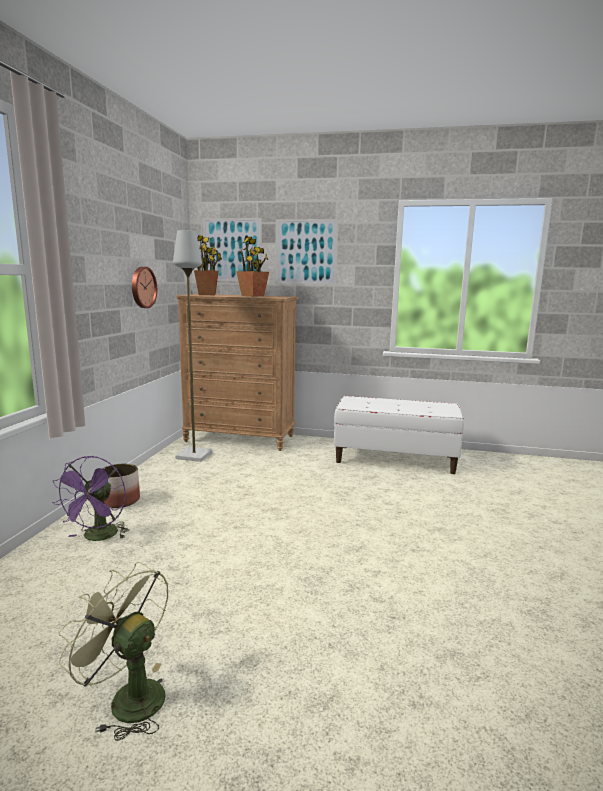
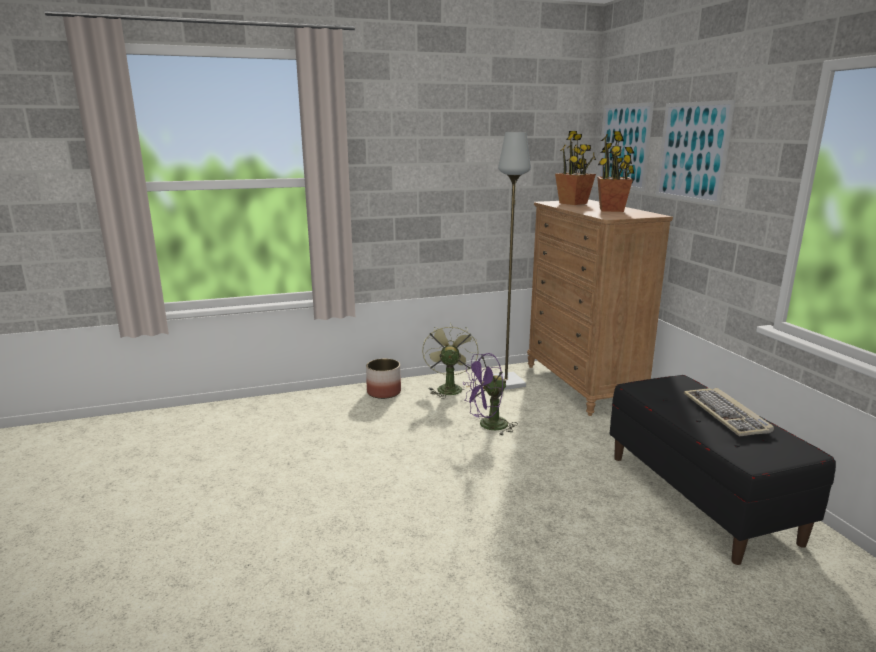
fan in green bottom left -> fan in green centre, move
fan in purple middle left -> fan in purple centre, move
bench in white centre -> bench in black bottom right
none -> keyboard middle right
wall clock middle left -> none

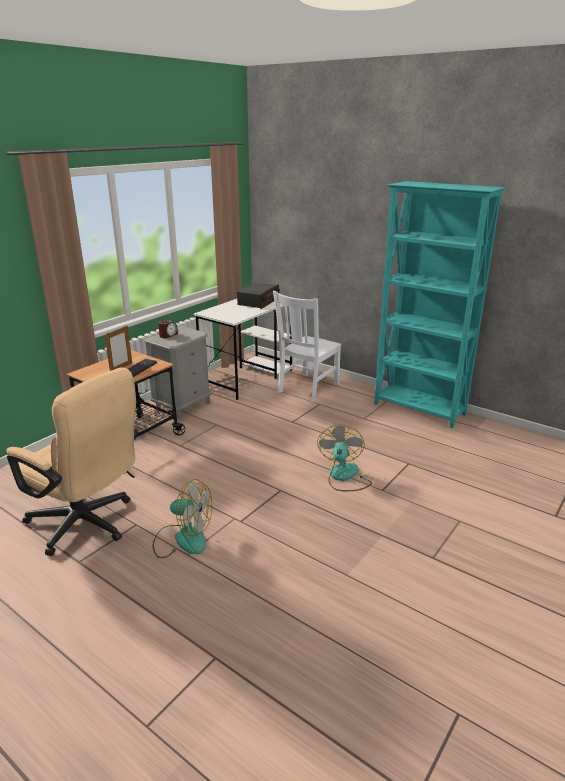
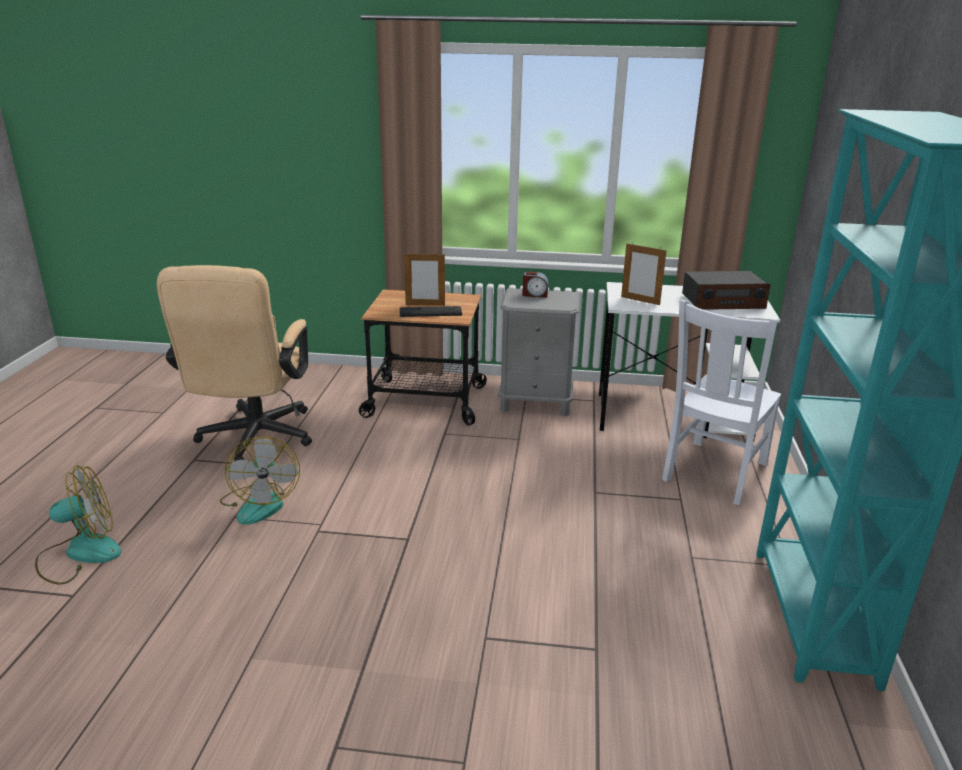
fan (2nd from left in the first image) centre -> fan (1st from left) bottom left, move
none -> picture frame (2nd from left) middle right
chair in white centre -> chair in white middle right, 60 degrees counterclockwise

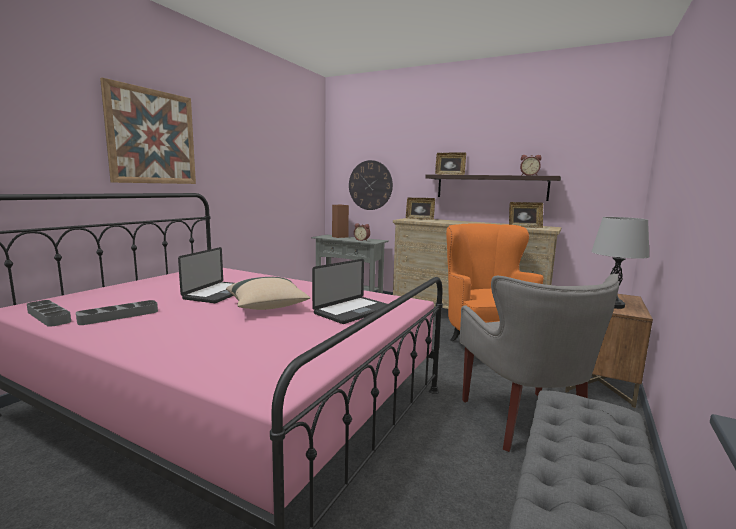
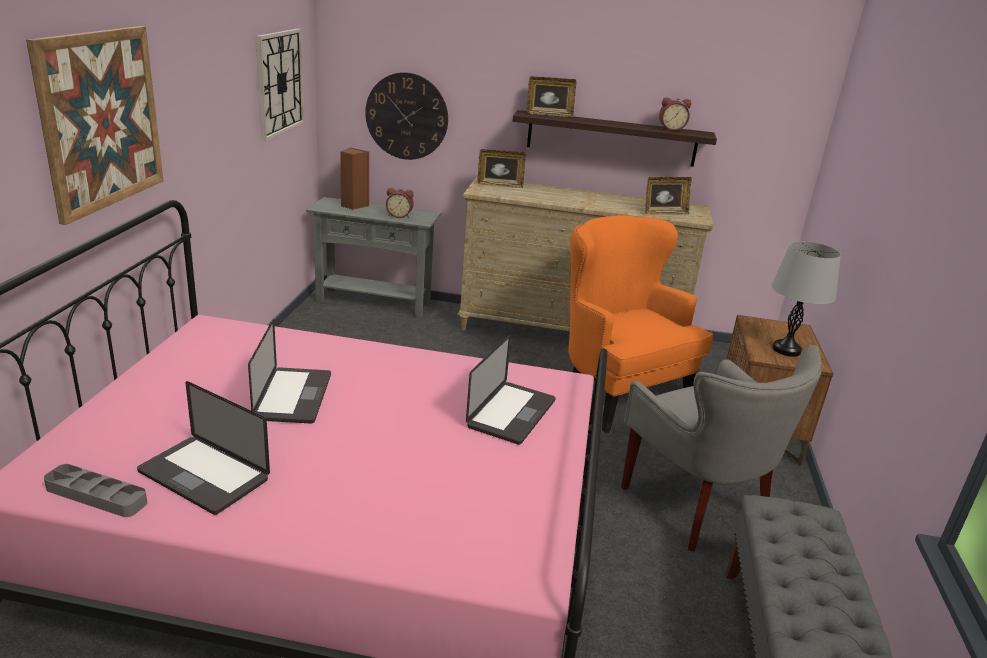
tray in grey (2nd from left) middle left -> laptop (1st from left) bottom left
none -> wall clock (1st from left) top left
pillow in beige centre -> none

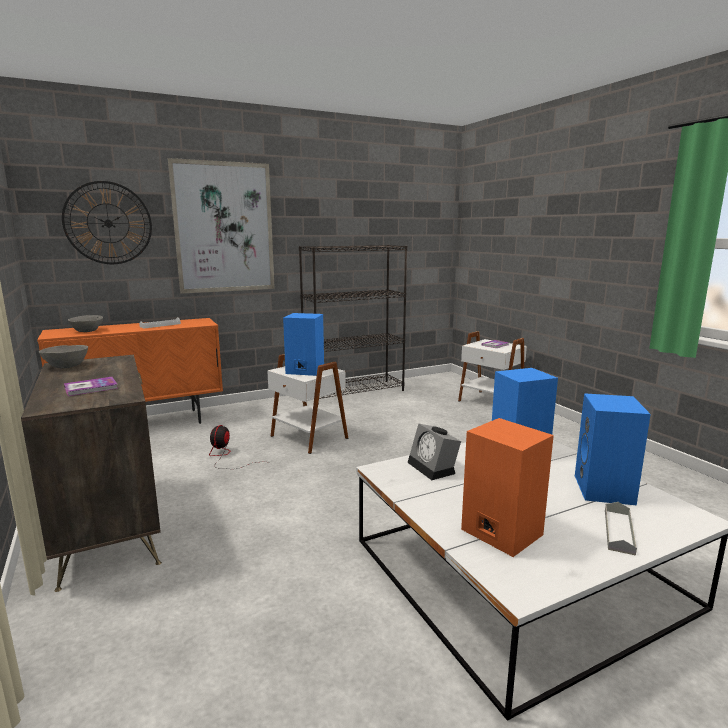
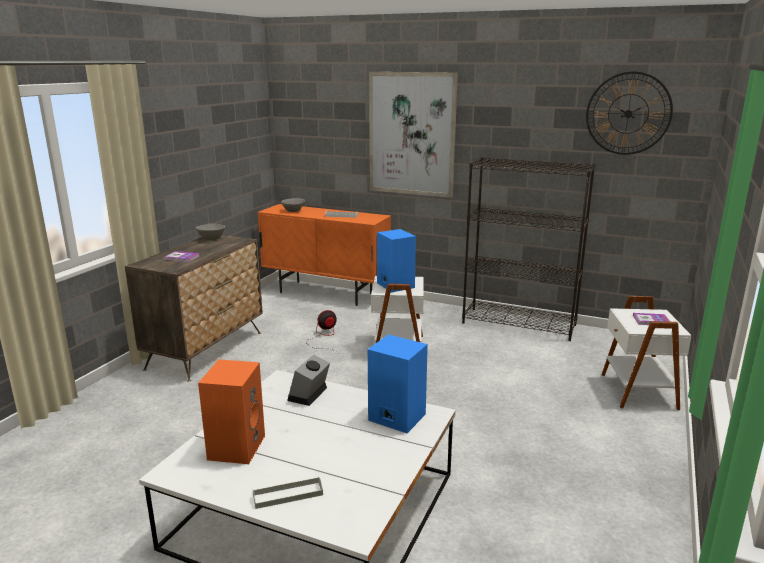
wall clock top left -> wall clock top right, move
speaker in blue (3rd from left) middle right -> none

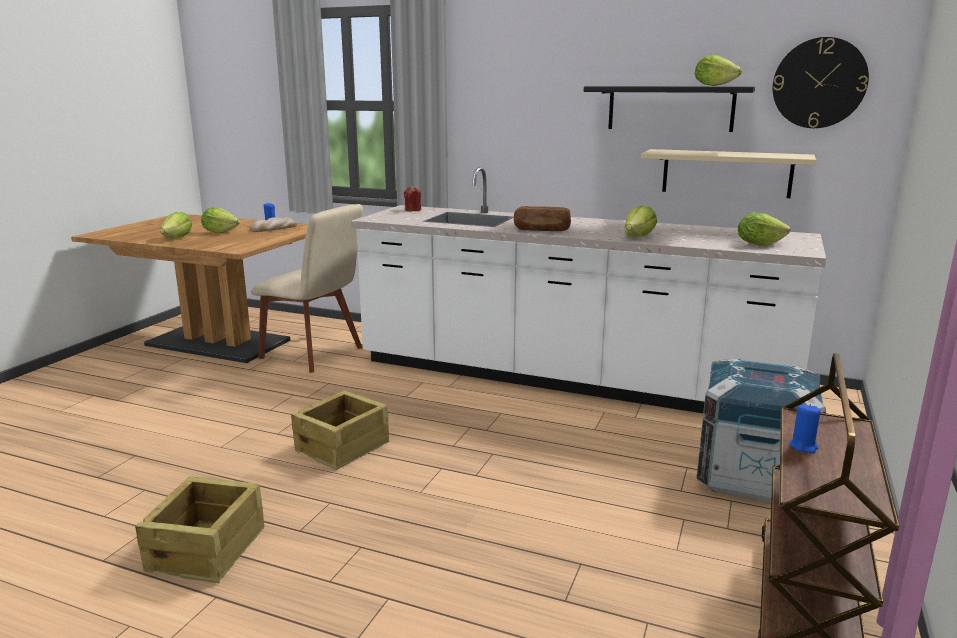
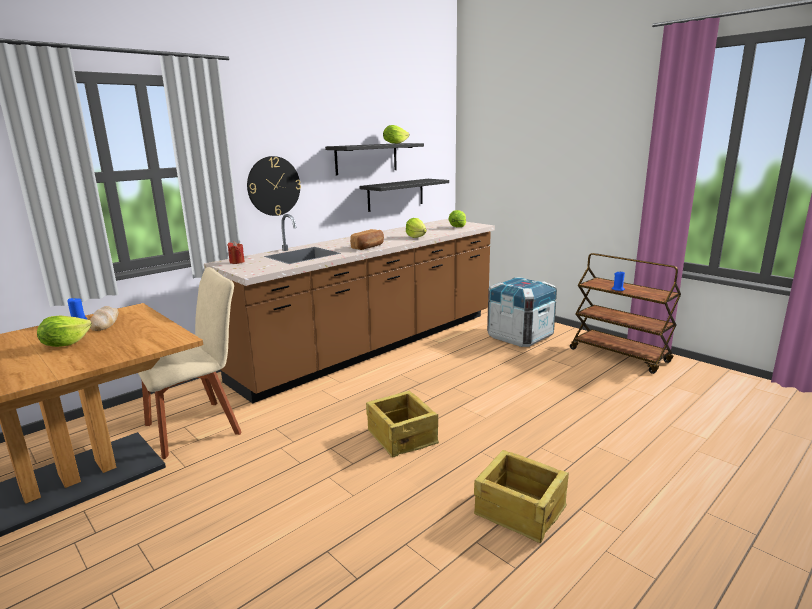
counter in white centre -> counter in brown centre
wall clock top right -> wall clock top centre, move
shelf in beige top right -> shelf in black (2nd from left) top centre
lettuce (1st from left) middle left -> none

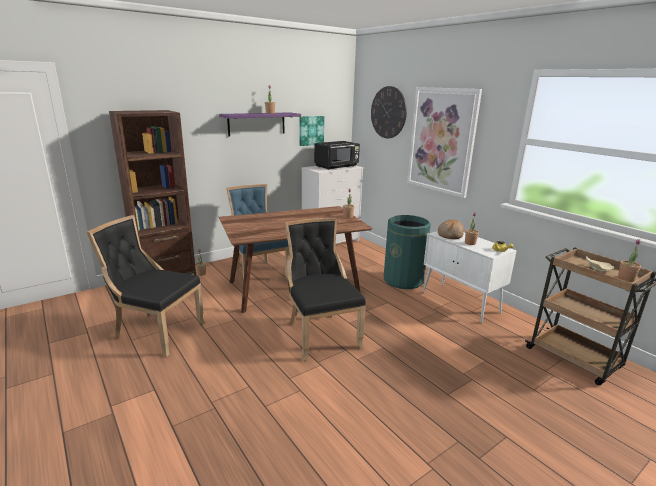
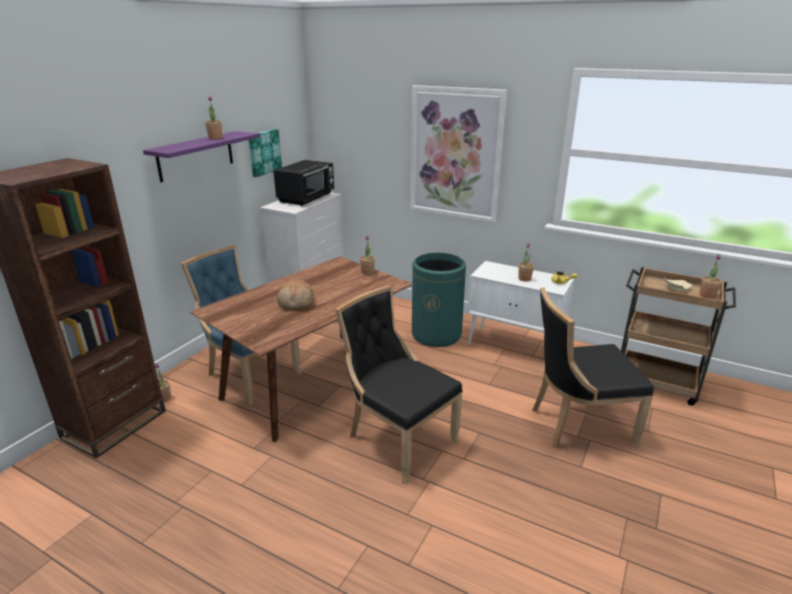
bread middle right -> bread centre, move
chair in black (1st from left in the first image) middle left -> chair in black (2nd from left) middle right, move
wall clock top centre -> none

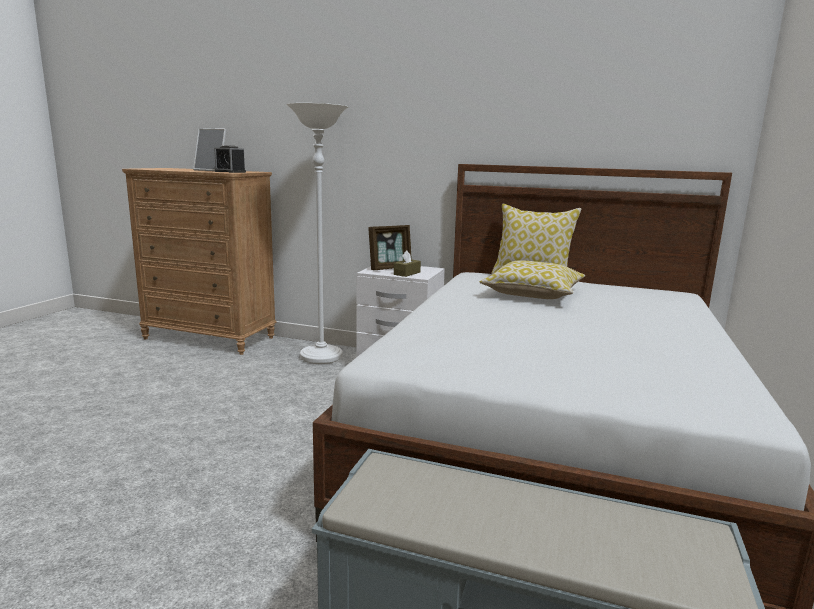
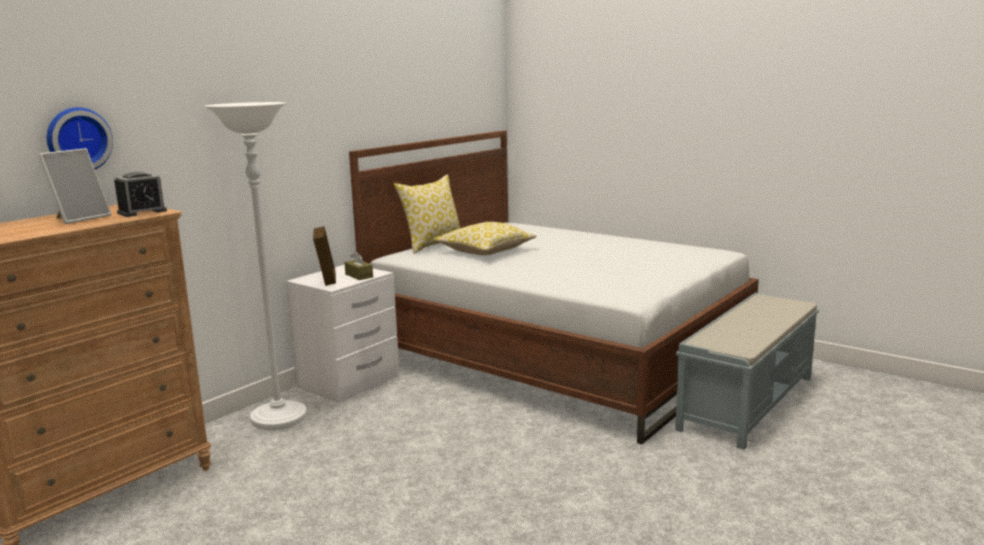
none -> wall clock top left

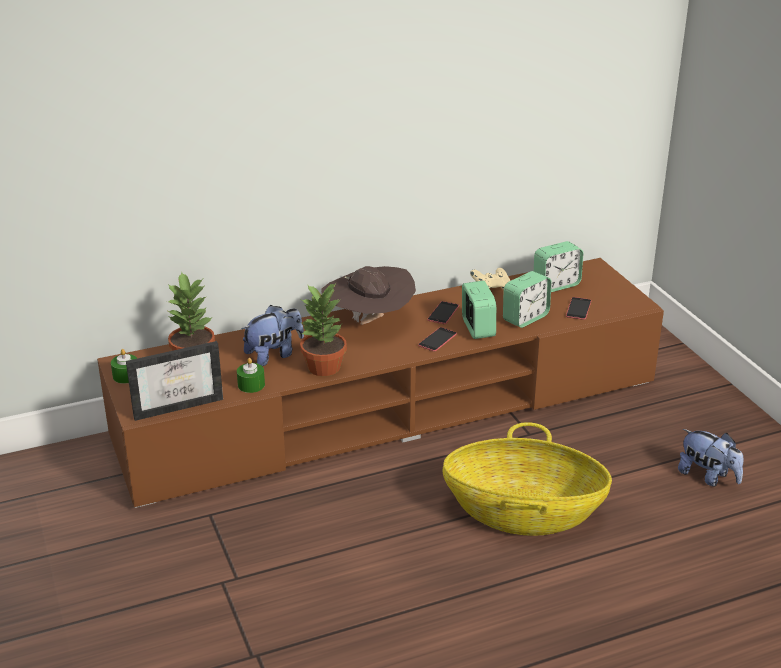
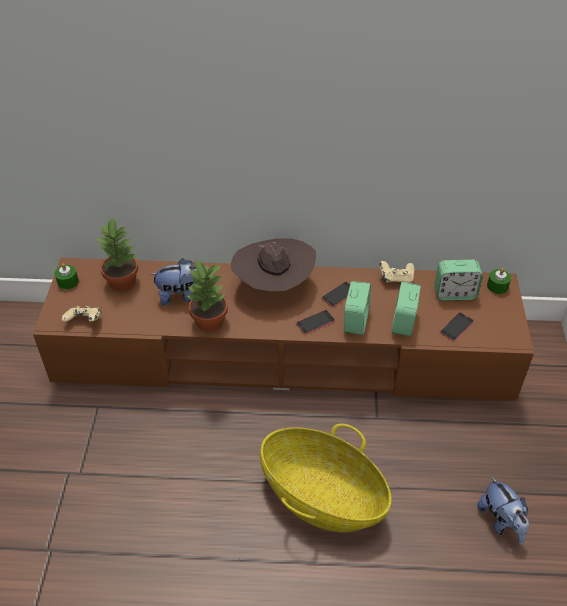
picture frame middle left -> game controller in beige (1st from left) middle left
alarm clock (2nd from left) middle right, 120 degrees clockwise
candle in green (2nd from left) middle left -> candle in green (2nd from left) middle right, move

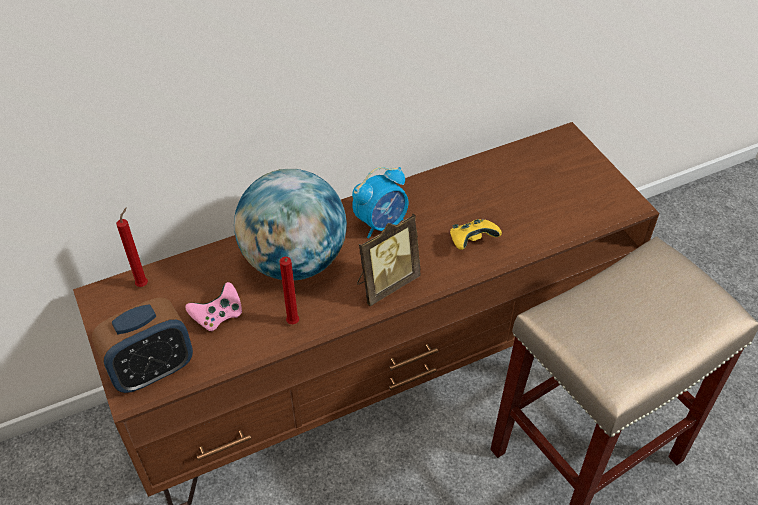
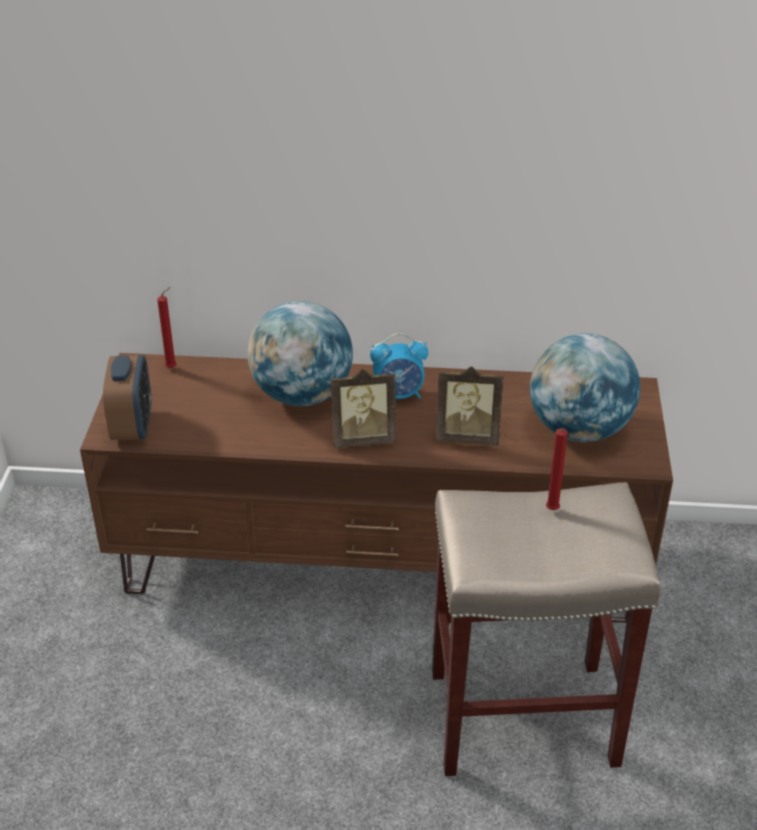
alarm clock (1st from left) bottom left -> alarm clock (1st from left) middle left, 90 degrees counterclockwise
game controller in yellow centre -> picture frame (2nd from left) centre
none -> globe (2nd from left) middle right
candle in red (2nd from left) centre -> candle in red (2nd from left) middle right, move
game controller in pink middle left -> none

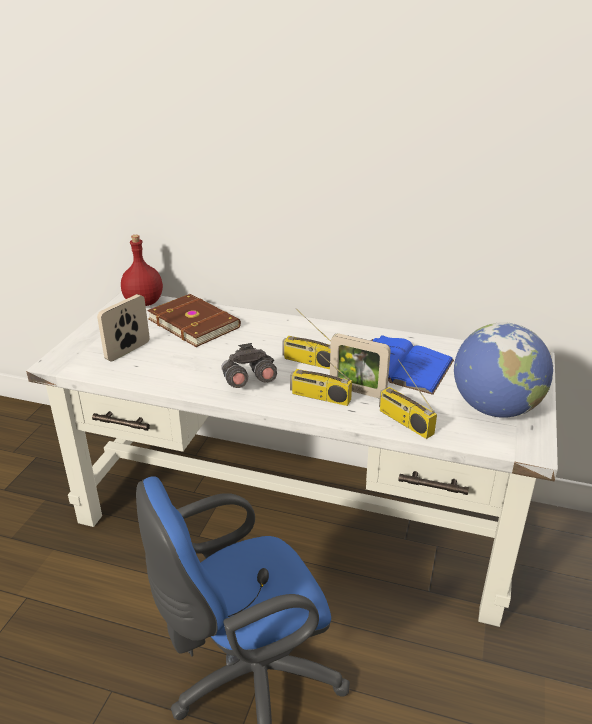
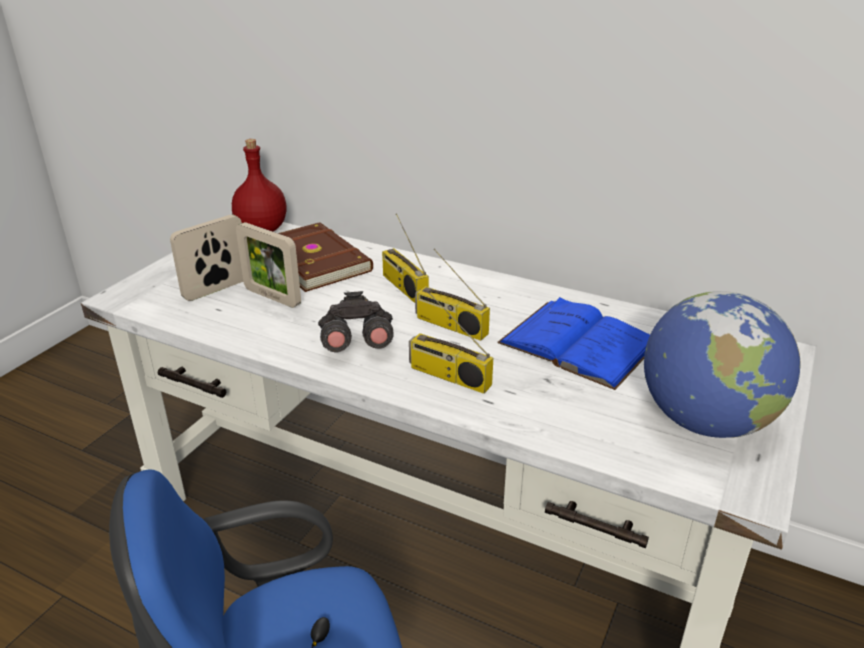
picture frame (2nd from left) centre -> picture frame (2nd from left) middle left, move
radio (3rd from left in the first image) middle right -> radio (1st from left) centre, move

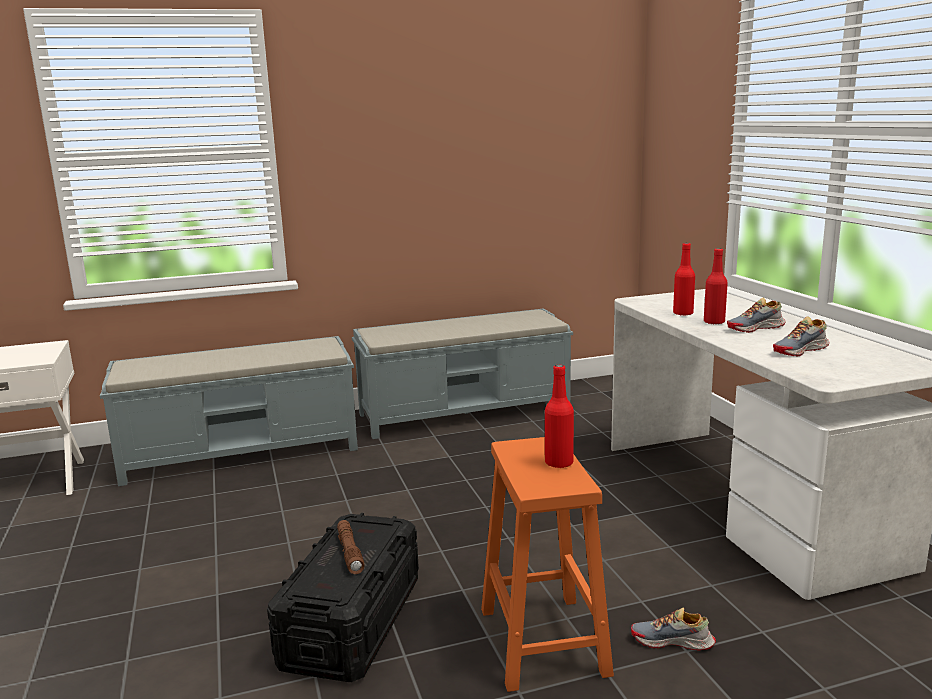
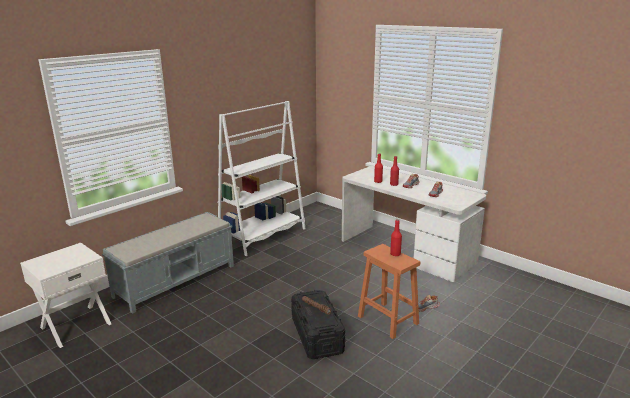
bench in grey (2nd from left) centre -> bookcase in white centre

